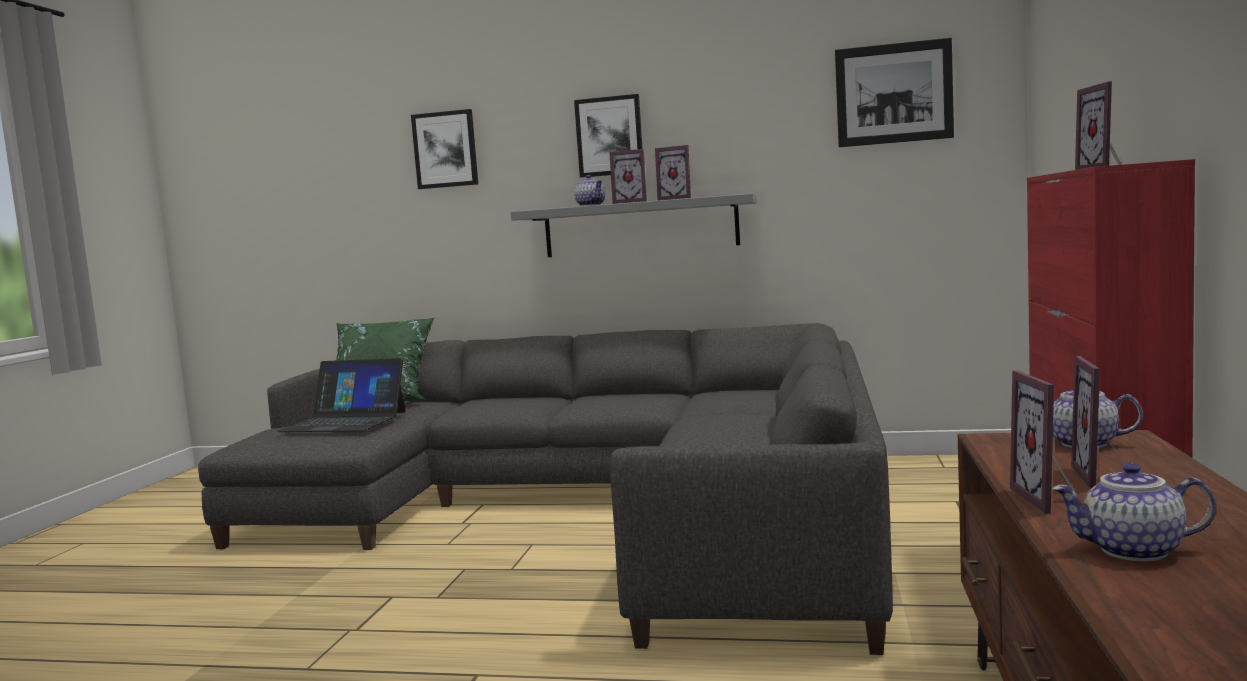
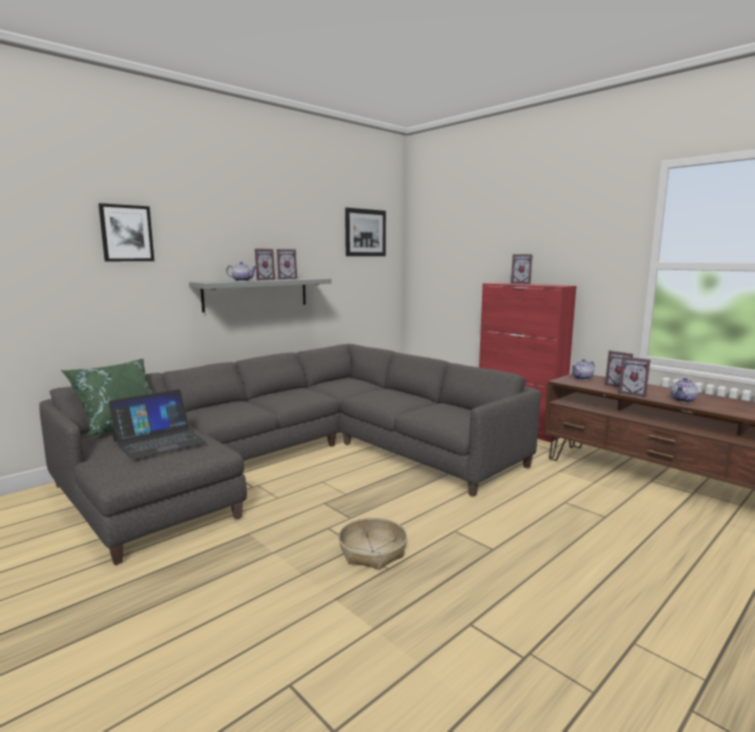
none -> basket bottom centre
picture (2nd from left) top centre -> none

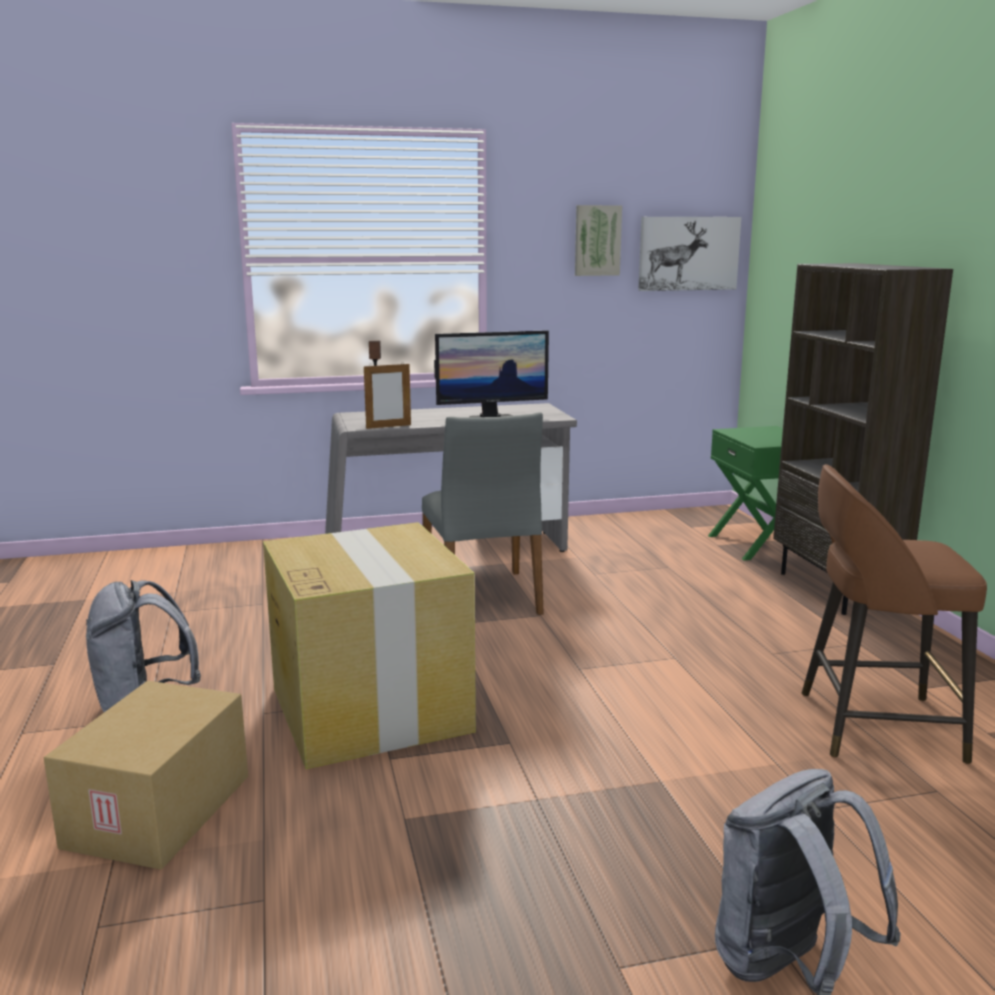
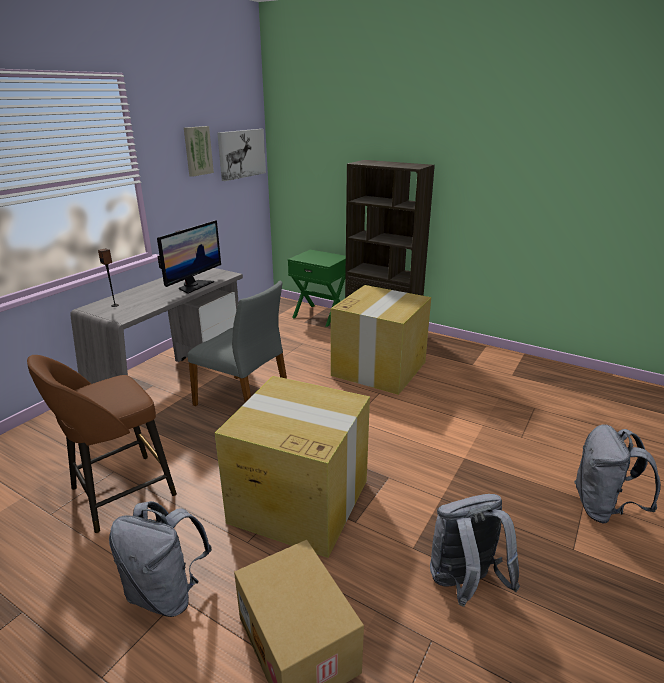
stool in brown middle right -> stool in brown middle left, move
none -> cardboard box (3rd from left) centre
none -> backpack in grey (2nd from left) bottom right
picture frame centre -> none

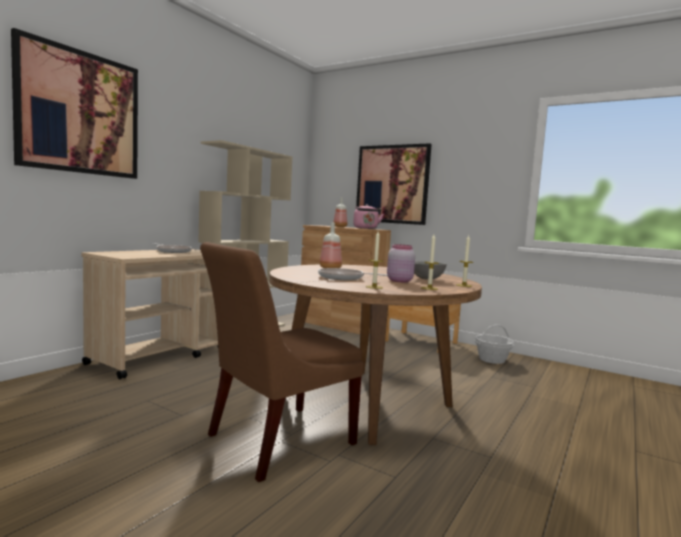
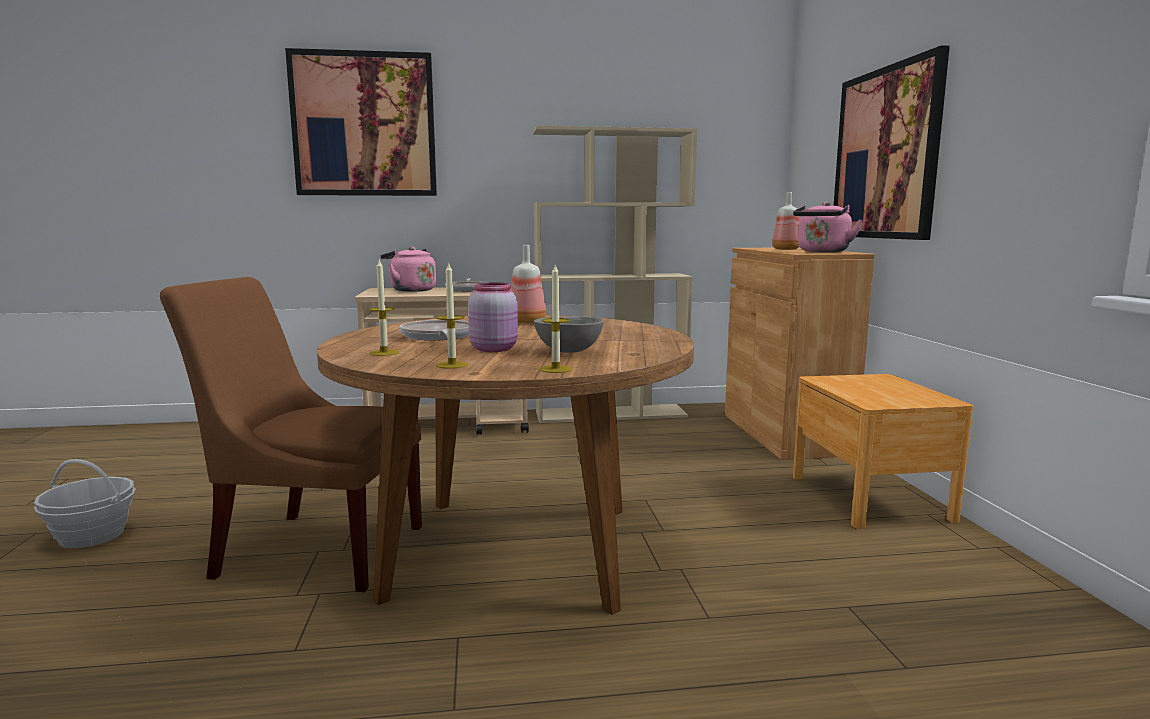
basket middle right -> basket bottom left, move
none -> kettle in pink (1st from left) centre

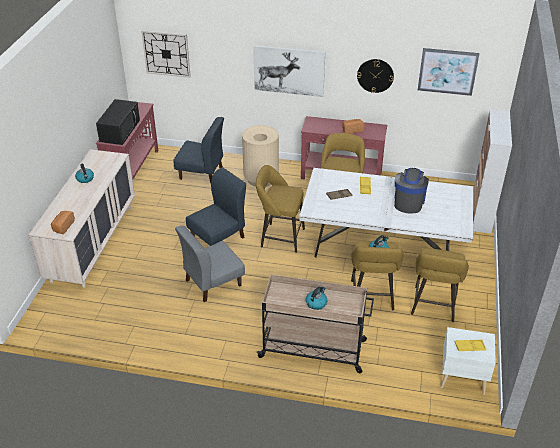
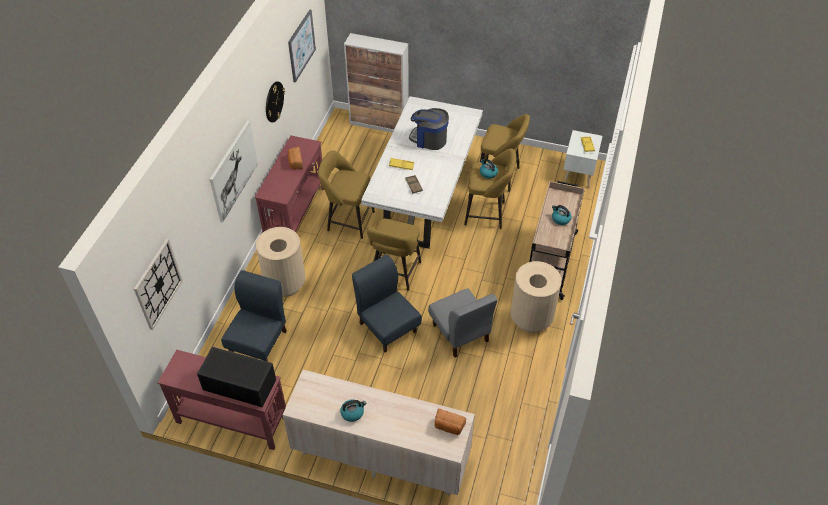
none -> trash can in beige (2nd from left) centre

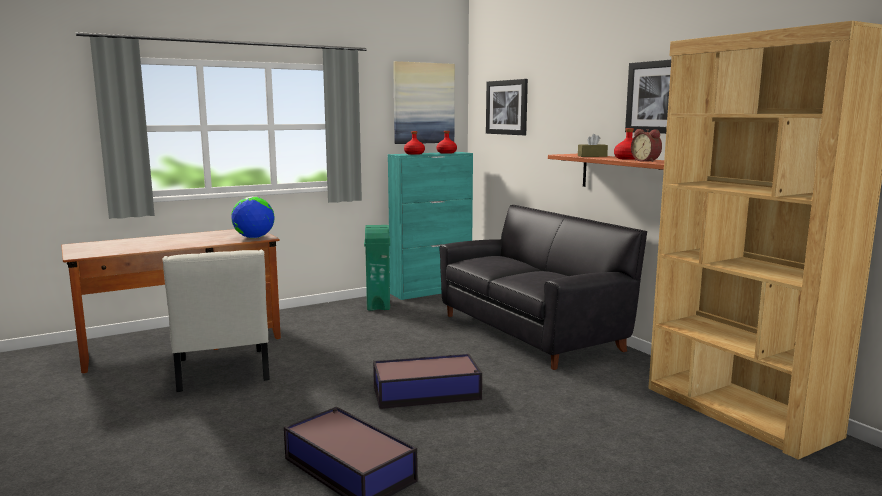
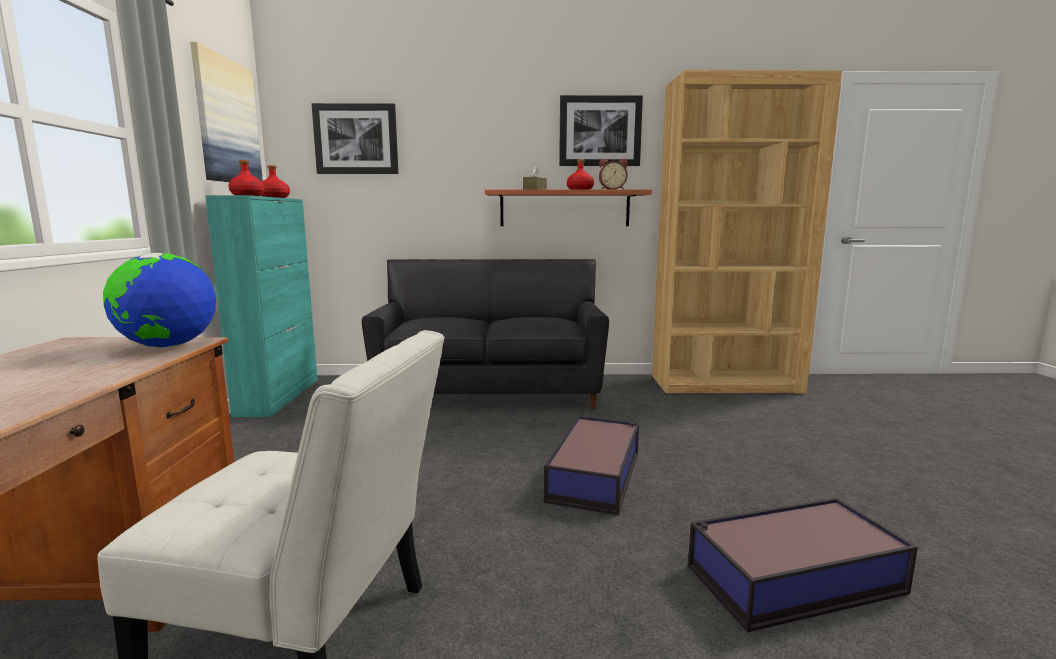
trash can in green centre -> none

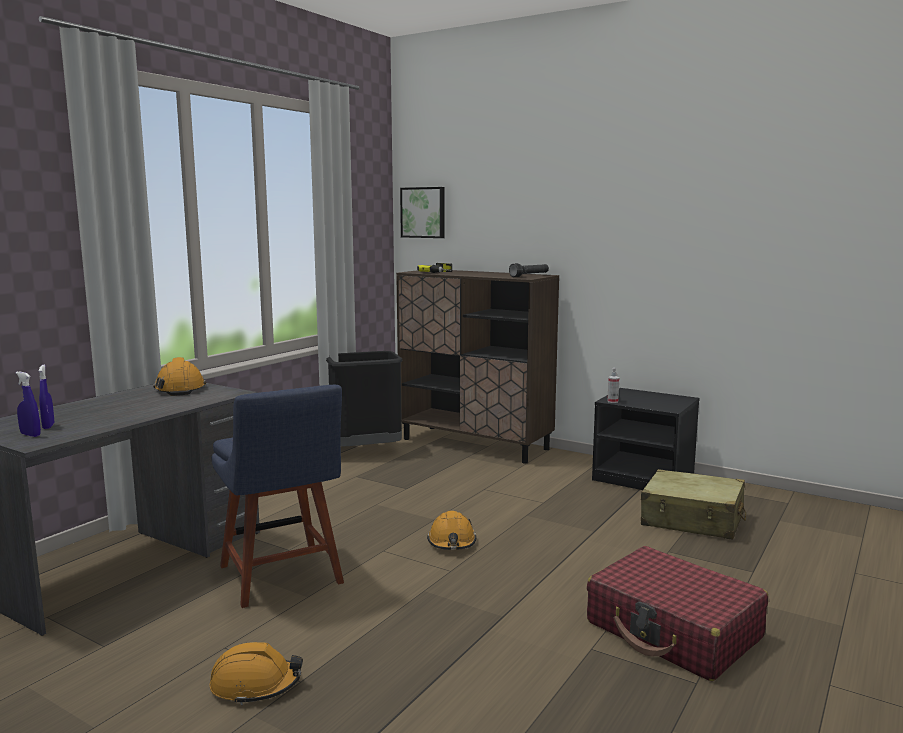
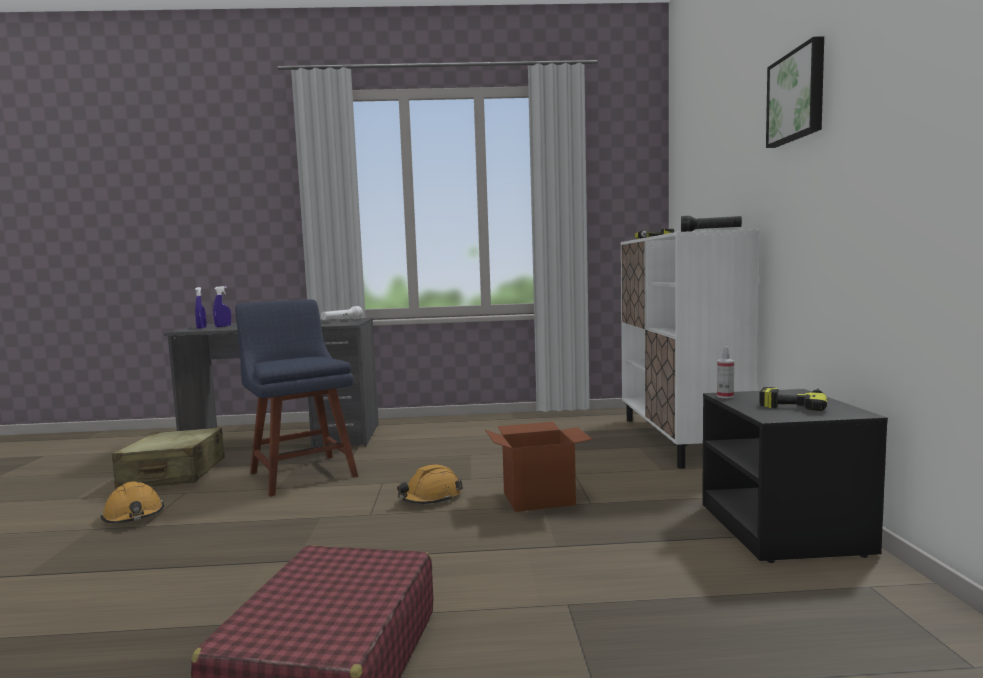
suitcase in beige bottom right -> suitcase in beige bottom left, move
chair in blue bottom left -> chair in blue middle left, 120 degrees clockwise
hard hat in orange (1st from left) middle left -> flashlight in white centre
none -> cardboard box bottom centre
cabinet in brown centre -> cabinet in white middle right
none -> power drill (2nd from left) middle right
picture top centre -> picture top right, move
trash can in black centre -> none

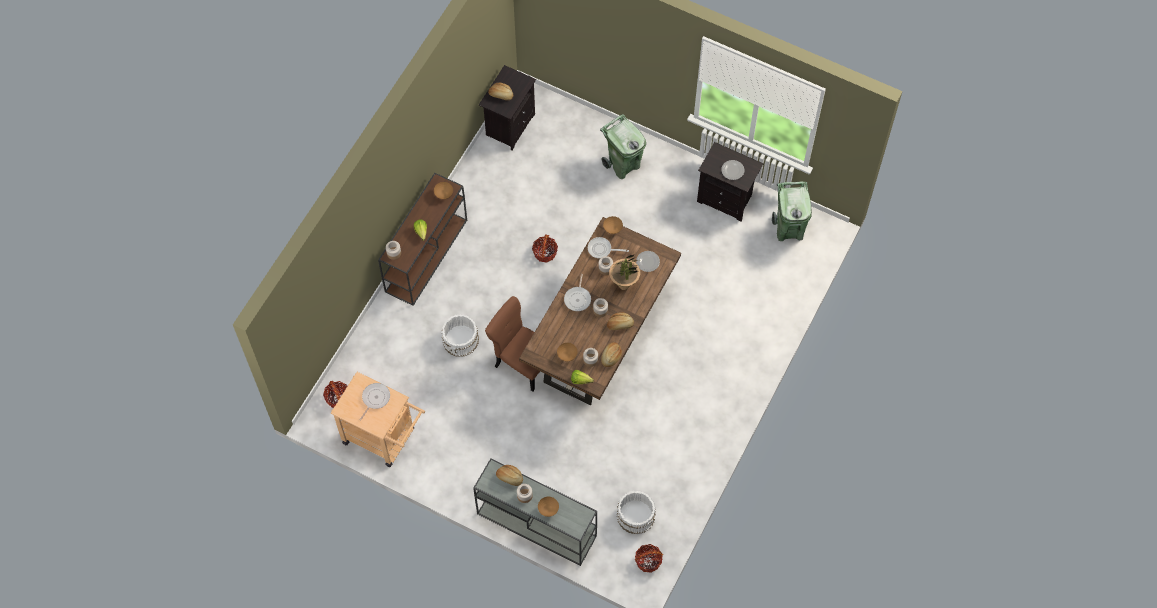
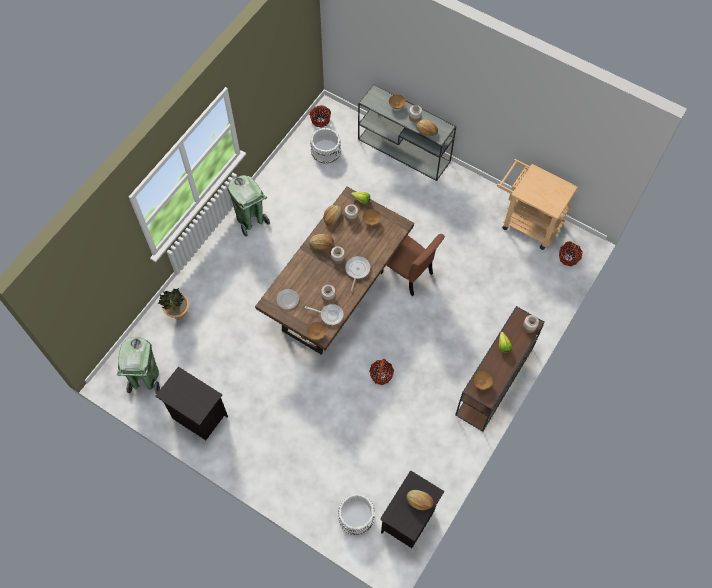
potted plant centre -> potted plant middle left, move
trash can in green (1st from left in the first image) top centre -> trash can in green (2nd from left) centre, move
bucket in white (1st from left in the first image) centre -> bucket in white (2nd from left) bottom centre, move
frying pan (1st from left) middle left -> none
plate (2nd from left) top centre -> none

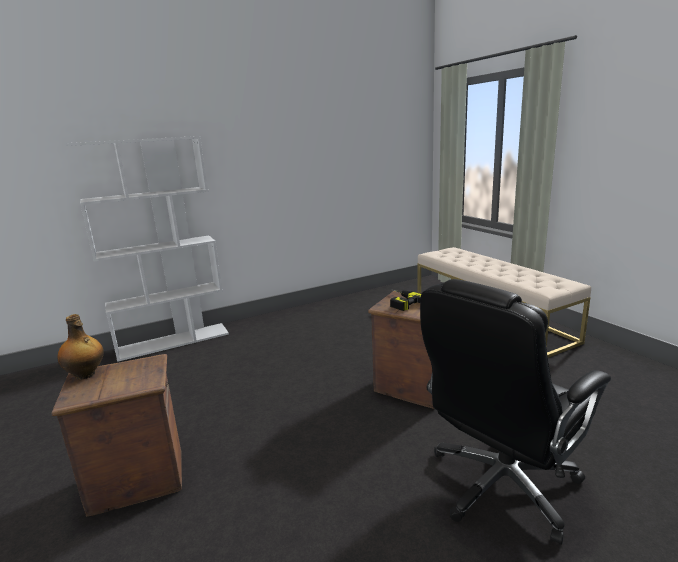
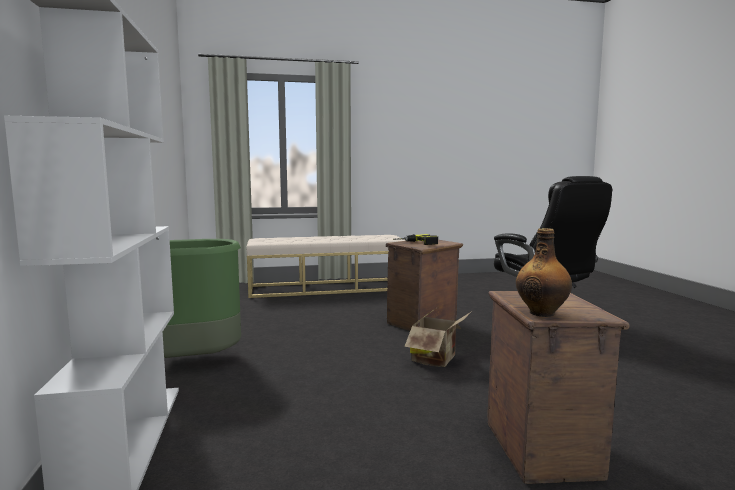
none -> trash can in green middle left
none -> cardboard box bottom centre

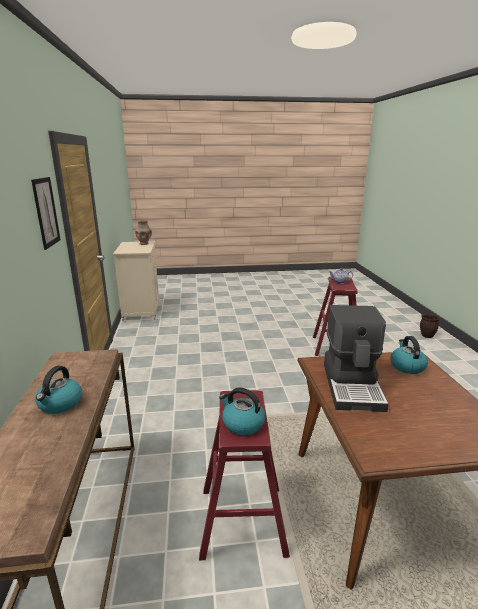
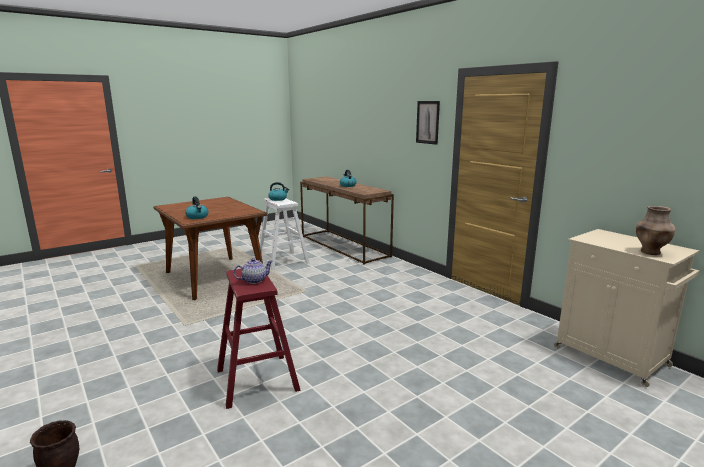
stool in red (1st from left) bottom centre -> stool in white centre
coffee machine middle right -> none

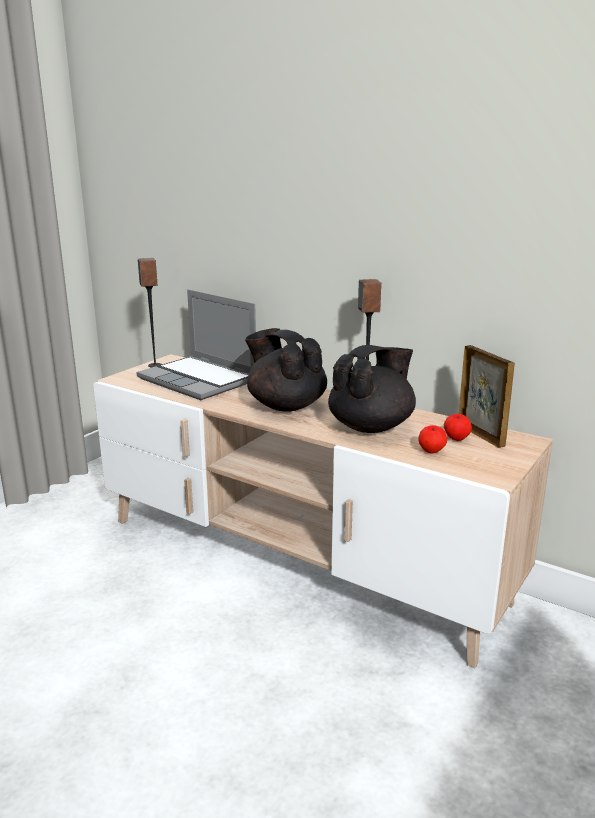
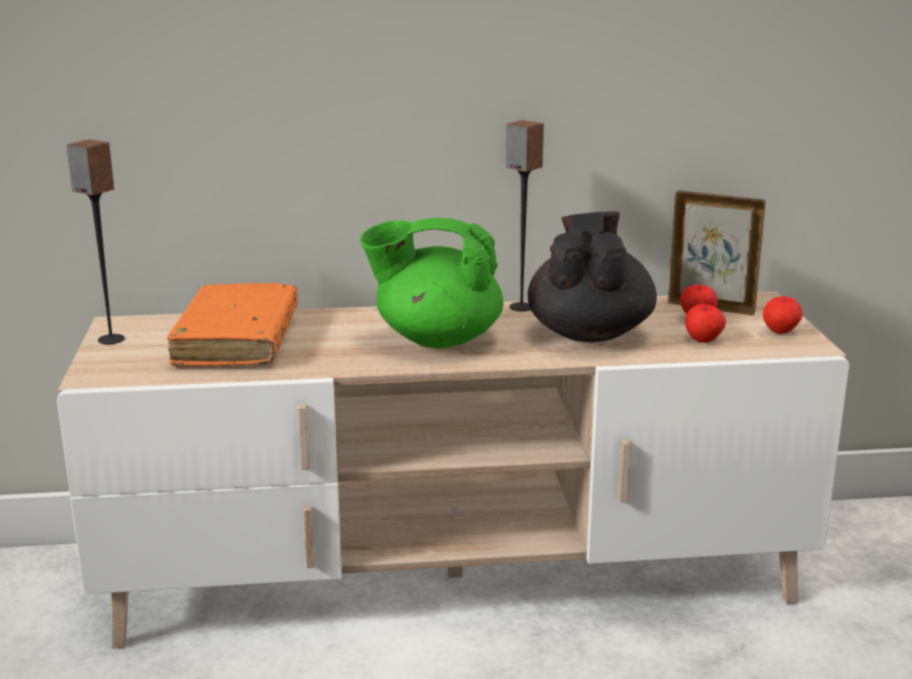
laptop middle left -> book in orange middle left
teapot in black (1st from left) centre -> teapot in green centre
none -> apple (3rd from left) middle right

